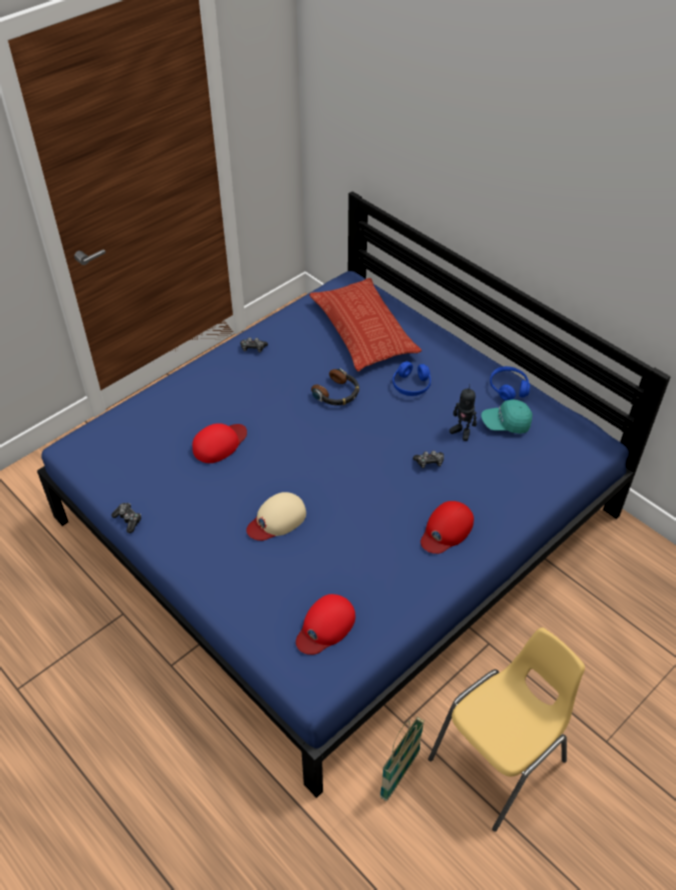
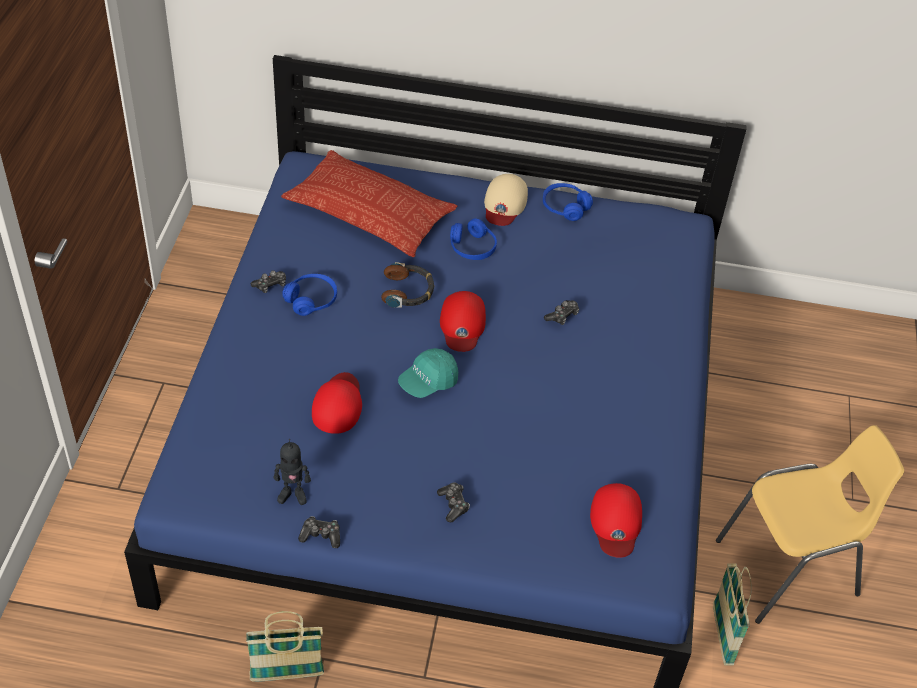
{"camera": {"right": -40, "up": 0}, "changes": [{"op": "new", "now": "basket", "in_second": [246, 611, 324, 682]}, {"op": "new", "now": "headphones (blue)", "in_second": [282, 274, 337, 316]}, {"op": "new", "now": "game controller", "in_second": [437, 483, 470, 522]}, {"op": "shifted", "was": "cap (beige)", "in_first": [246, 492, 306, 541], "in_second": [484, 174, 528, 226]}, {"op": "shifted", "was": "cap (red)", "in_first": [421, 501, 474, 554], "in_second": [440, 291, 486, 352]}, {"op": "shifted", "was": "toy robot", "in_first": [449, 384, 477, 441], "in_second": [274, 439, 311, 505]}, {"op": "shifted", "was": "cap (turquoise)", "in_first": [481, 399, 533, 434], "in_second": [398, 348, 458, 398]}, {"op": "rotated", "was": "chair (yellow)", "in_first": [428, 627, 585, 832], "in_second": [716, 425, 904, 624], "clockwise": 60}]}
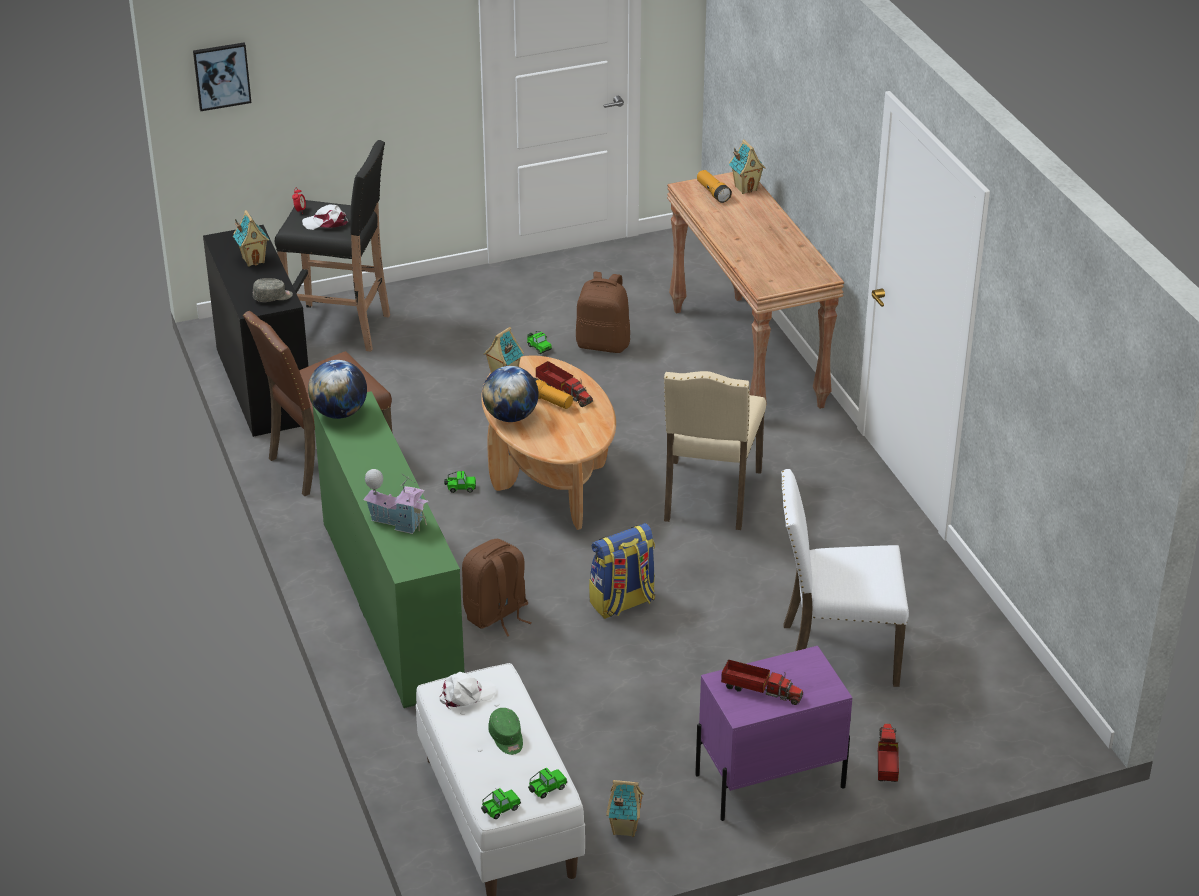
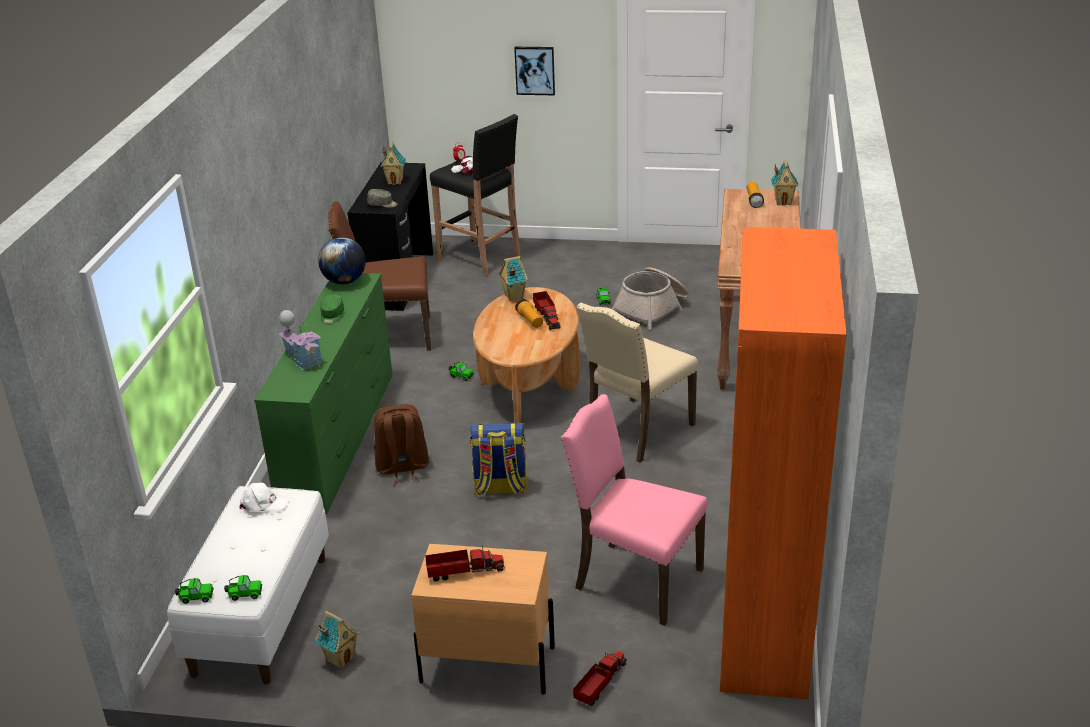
{"camera": {"right": 30, "up": -5}, "changes": [{"op": "gone", "was": "globe", "in_first": [482, 366, 539, 422]}, {"op": "new", "now": "bookcase (orange)", "in_second": [720, 227, 847, 700]}, {"op": "shifted", "was": "picture", "in_first": [193, 43, 251, 111], "in_second": [514, 47, 555, 95]}, {"op": "shifted", "was": "cap (green)", "in_first": [488, 708, 523, 755], "in_second": [320, 294, 344, 325]}, {"op": "swapped", "was": "backpack (brown)", "now": "basket", "in_first": [576, 272, 630, 353], "in_second": [612, 267, 688, 330]}, {"op": "repainted", "was": "nightstand (purple)", "now": "nightstand (beige)", "in_first": [695, 646, 852, 821], "in_second": [411, 544, 555, 694]}, {"op": "repainted", "was": "chair (white)", "now": "chair (pink)", "in_first": [781, 469, 909, 687], "in_second": [560, 394, 708, 626]}, {"op": "rotated", "was": "toy truck", "in_first": [721, 659, 803, 705], "in_second": [425, 546, 505, 582], "clockwise": -60}]}
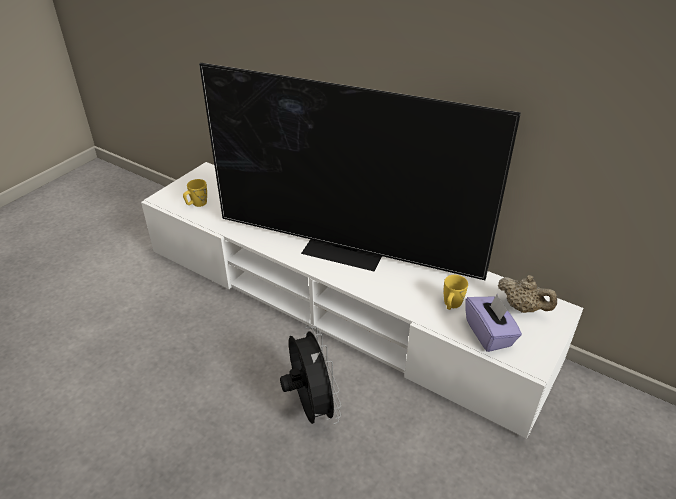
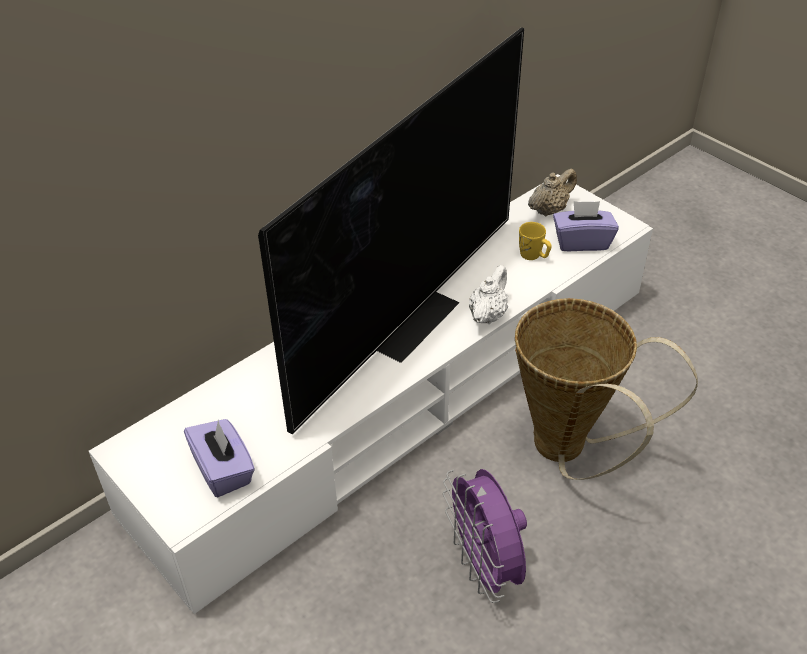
{"camera": {"right": -75, "up": 5}, "changes": [{"op": "new", "now": "fan (purple)", "in_second": [443, 469, 527, 603]}, {"op": "new", "now": "teapot (white)", "in_second": [469, 265, 508, 324]}, {"op": "swapped", "was": "mug (yellow)", "now": "tissue box (purple)", "in_first": [183, 179, 207, 207], "in_second": [184, 419, 255, 497]}, {"op": "swapped", "was": "fan (black)", "now": "basket", "in_first": [280, 326, 341, 424], "in_second": [515, 298, 698, 480]}]}
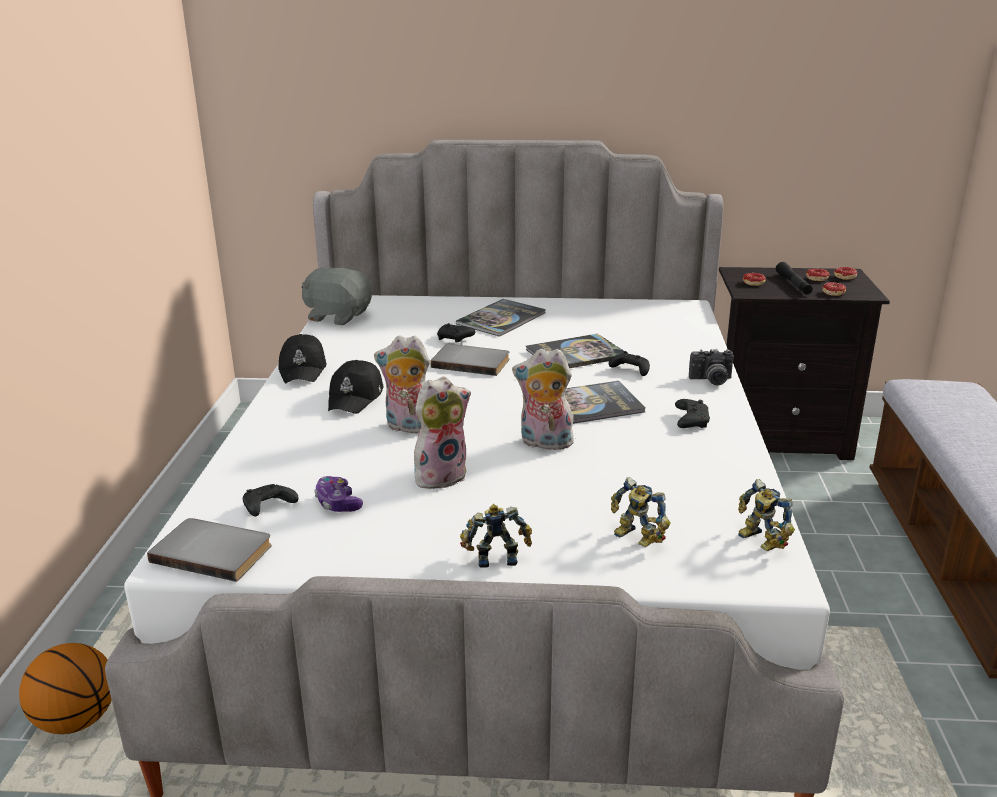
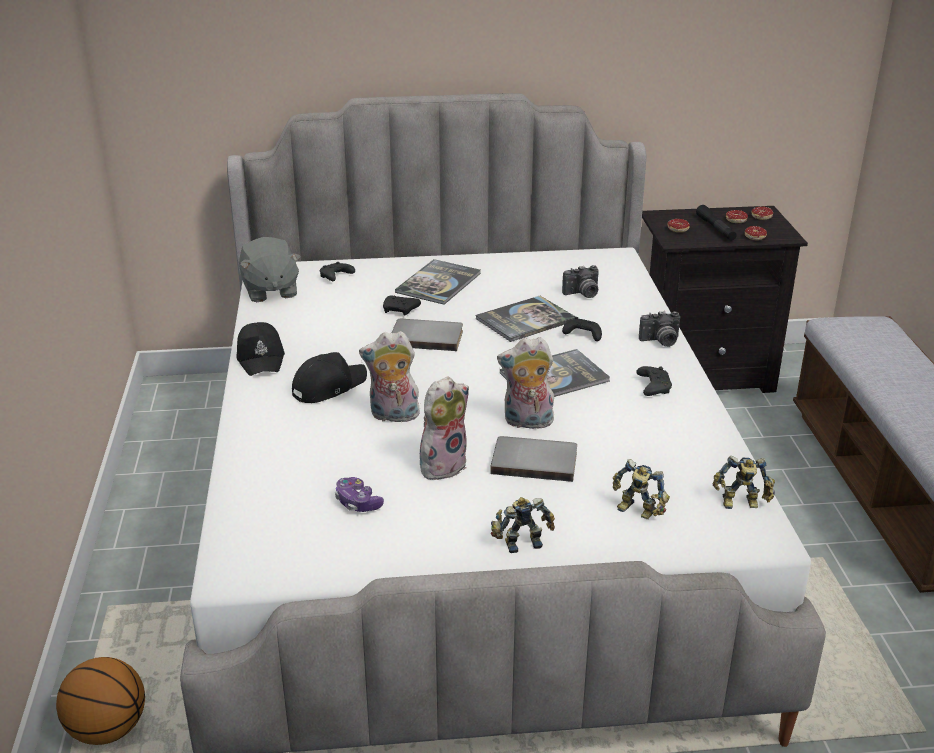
{"camera": {"right": -10, "up": 5}, "changes": [{"op": "new", "now": "photo camera", "in_second": [562, 265, 599, 298]}, {"op": "shifted", "was": "book (grey)", "in_first": [147, 518, 272, 582], "in_second": [490, 436, 577, 482]}, {"op": "shifted", "was": "game controller (black)", "in_first": [243, 484, 299, 516], "in_second": [320, 262, 355, 281]}, {"op": "rotated", "was": "plush toy (grey)", "in_first": [302, 266, 372, 325], "in_second": [239, 237, 301, 302], "clockwise": -120}, {"op": "rotated", "was": "cap (black)", "in_first": [328, 360, 383, 414], "in_second": [292, 352, 367, 403], "clockwise": -135}, {"op": "rotated", "was": "toy robot", "in_first": [738, 479, 795, 551], "in_second": [713, 456, 775, 509], "clockwise": -45}]}
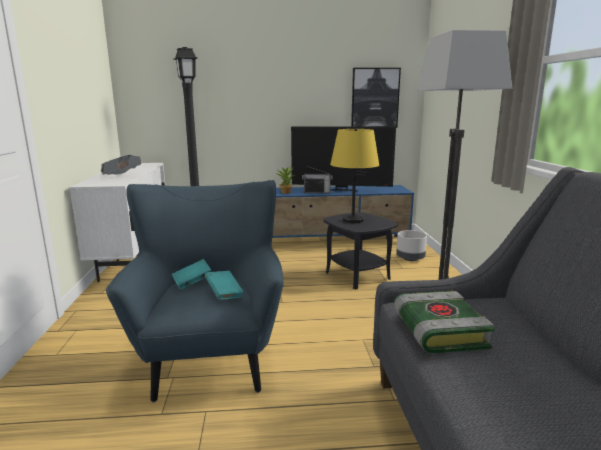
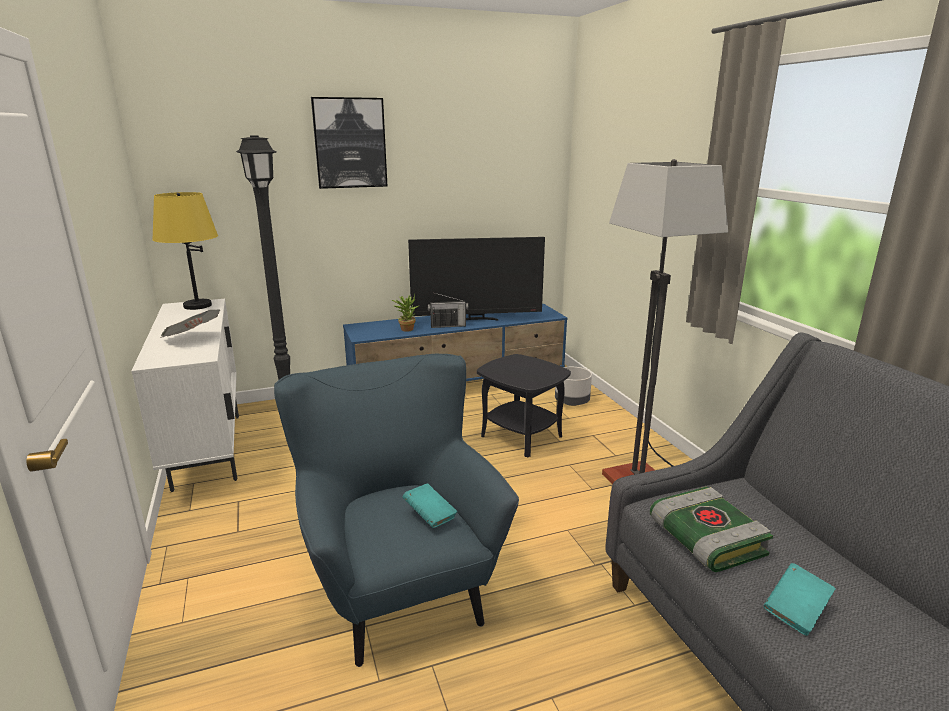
{"camera": {"right": -15, "up": 5}, "changes": [{"op": "shifted", "was": "book (turquoise)", "in_first": [172, 259, 211, 290], "in_second": [764, 563, 836, 636]}, {"op": "shifted", "was": "table lamp (yellow)", "in_first": [330, 128, 379, 223], "in_second": [152, 192, 218, 310]}, {"op": "shifted", "was": "picture", "in_first": [351, 68, 401, 128], "in_second": [311, 97, 387, 189]}]}
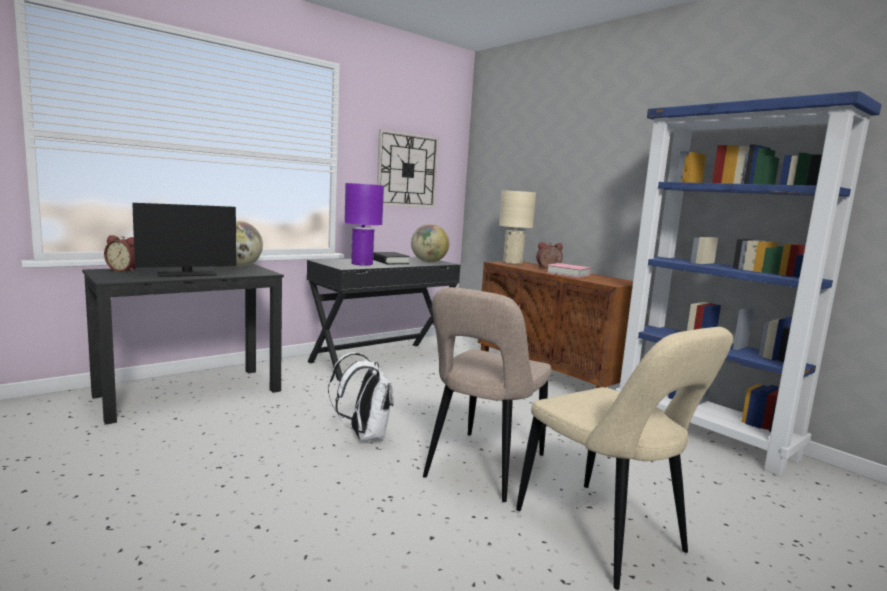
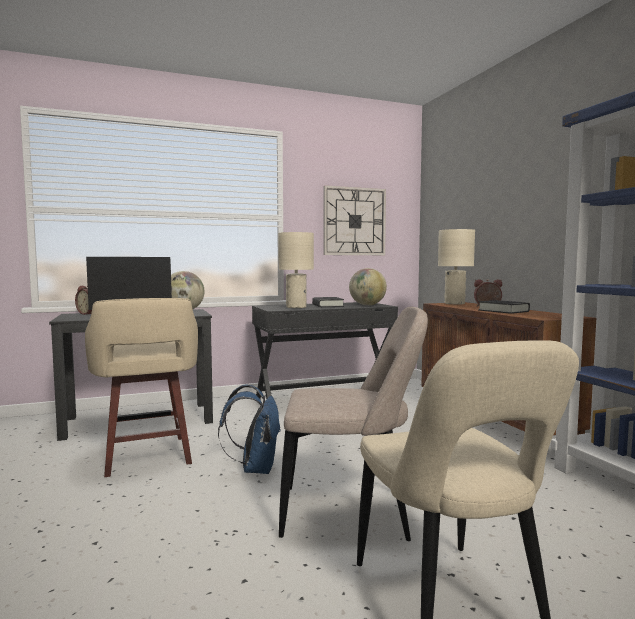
{"camera": {"right": 20, "up": -5}, "changes": [{"op": "new", "now": "stool (beige)", "in_second": [85, 298, 198, 477]}, {"op": "repainted", "was": "backpack (white)", "now": "backpack (blue)", "in_first": [328, 352, 394, 441], "in_second": [218, 384, 281, 474]}, {"op": "repainted", "was": "table lamp (purple)", "now": "table lamp (beige)", "in_first": [344, 183, 384, 266], "in_second": [278, 232, 314, 308]}, {"op": "repainted", "was": "book (pink)", "now": "book (black)", "in_first": [547, 263, 591, 278], "in_second": [478, 300, 530, 314]}, {"op": "rotated", "was": "chair (beige)", "in_first": [423, 287, 551, 502], "in_second": [279, 307, 428, 541], "clockwise": -135}]}
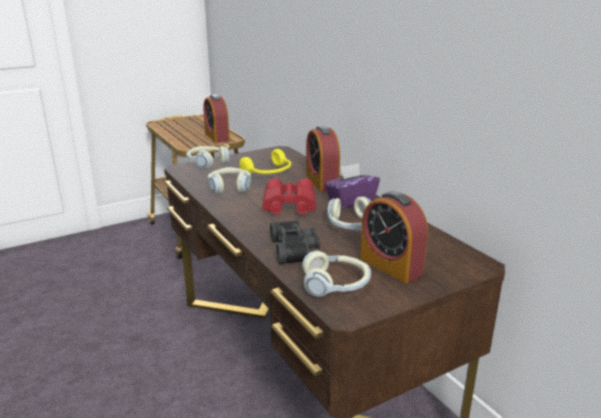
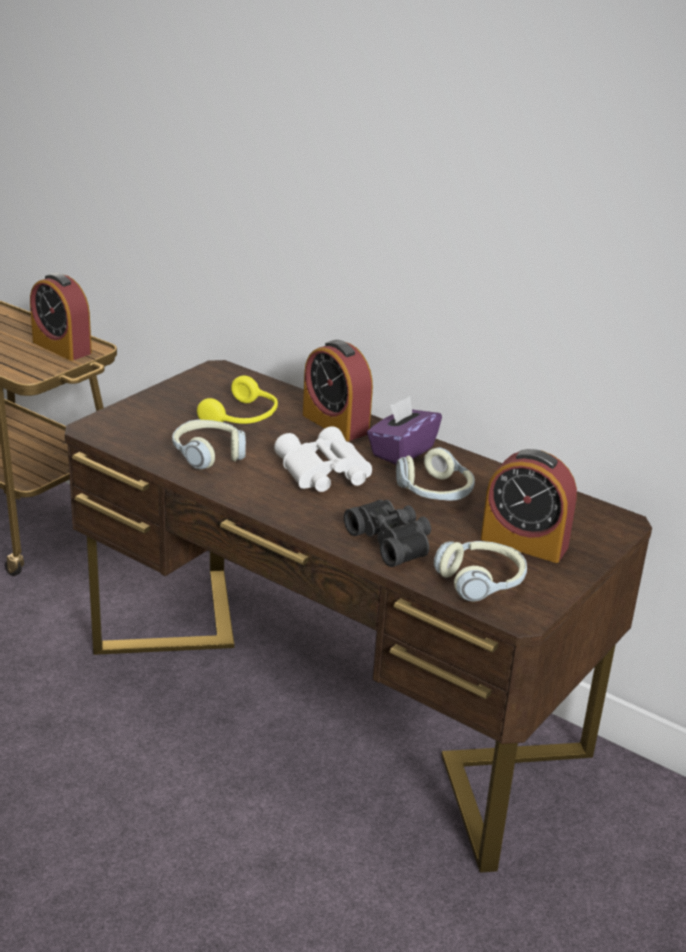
{"camera": {"right": -25, "up": 5}, "changes": [{"op": "gone", "was": "headphones", "in_first": [187, 146, 229, 169]}, {"op": "repainted", "was": "binoculars (red)", "now": "binoculars (white)", "in_first": [262, 178, 316, 215], "in_second": [274, 426, 372, 492]}]}
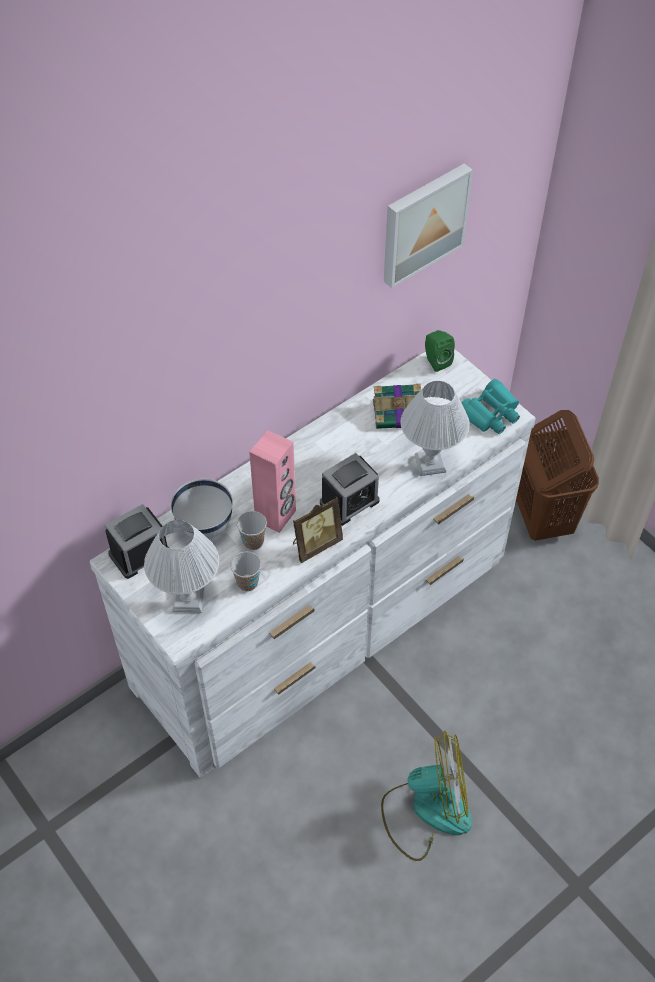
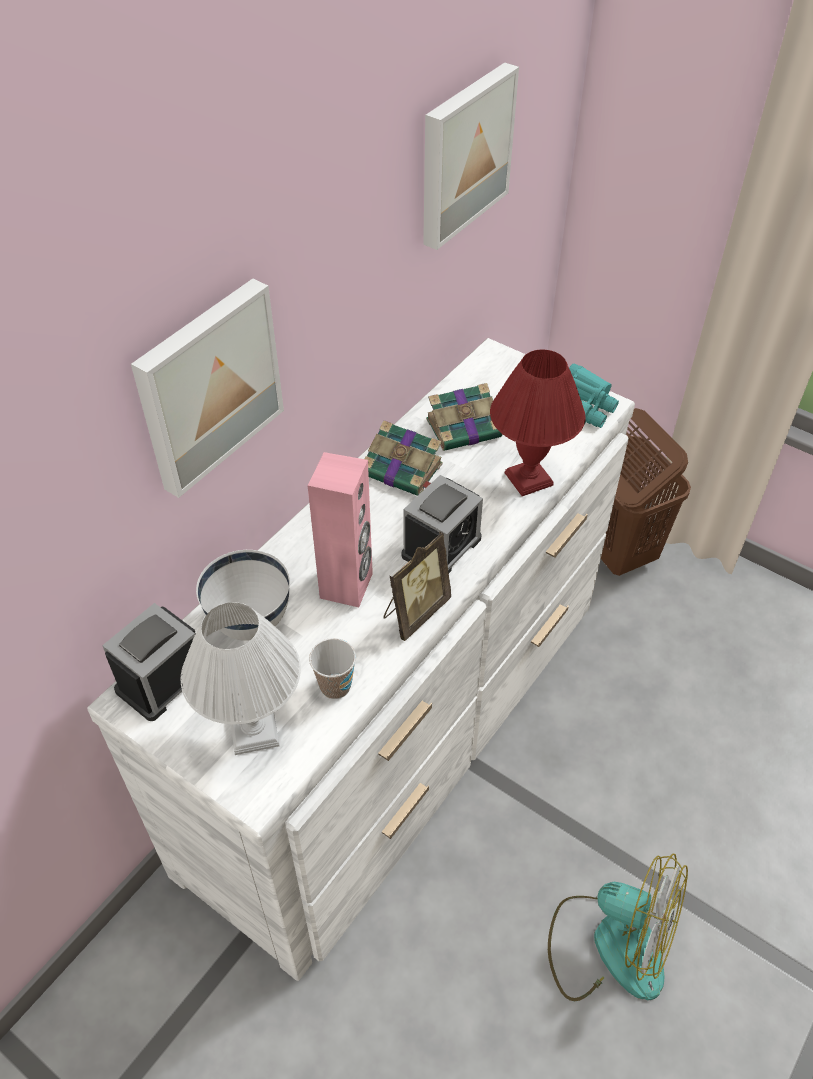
{"camera": {"right": -15, "up": -5}, "changes": [{"op": "gone", "was": "cup", "in_first": [237, 511, 267, 550]}, {"op": "gone", "was": "speaker (green)", "in_first": [425, 330, 455, 372]}, {"op": "new", "now": "picture", "in_second": [131, 279, 284, 498]}, {"op": "new", "now": "book", "in_second": [365, 420, 443, 496]}, {"op": "repainted", "was": "table lamp (white)", "now": "table lamp (red)", "in_first": [401, 381, 470, 476], "in_second": [490, 349, 586, 496]}, {"op": "rotated", "was": "fan", "in_first": [381, 731, 472, 861], "in_second": [548, 853, 688, 1001], "clockwise": 45}]}
